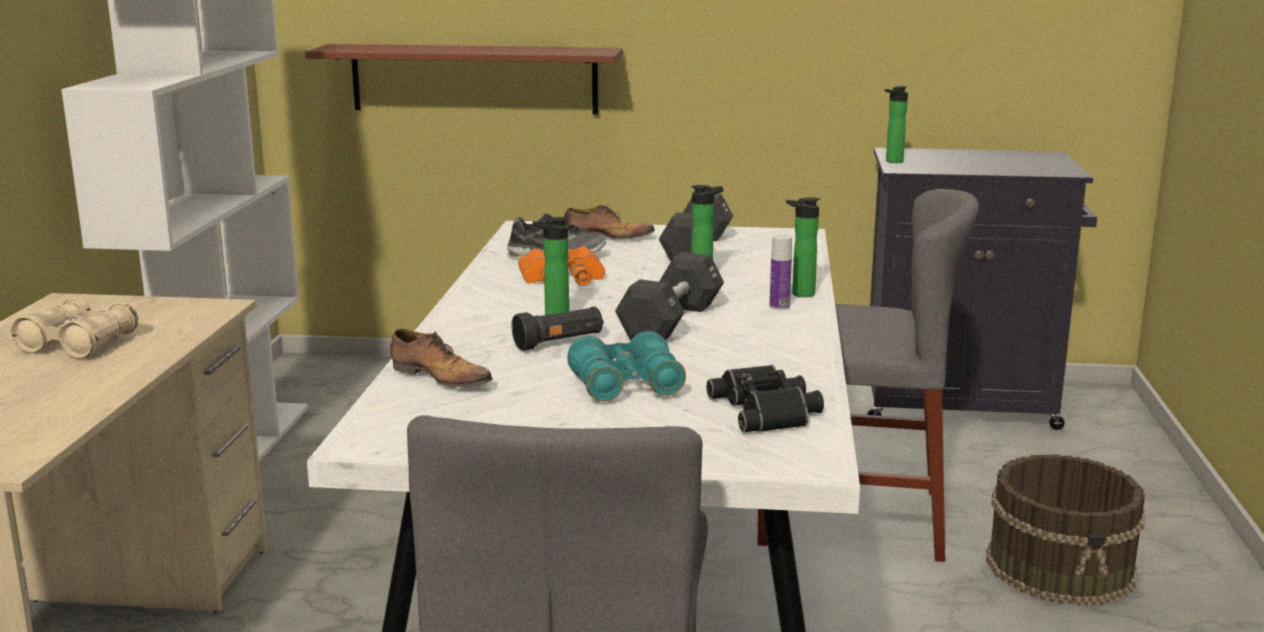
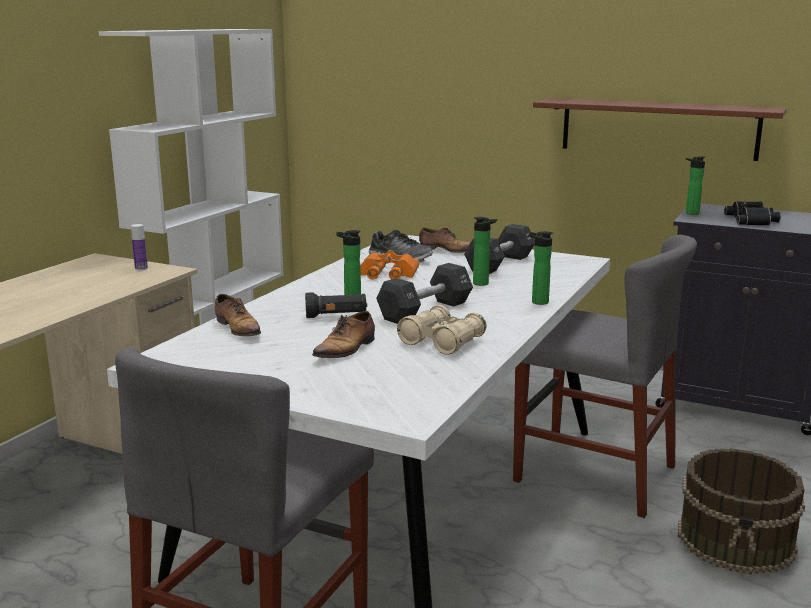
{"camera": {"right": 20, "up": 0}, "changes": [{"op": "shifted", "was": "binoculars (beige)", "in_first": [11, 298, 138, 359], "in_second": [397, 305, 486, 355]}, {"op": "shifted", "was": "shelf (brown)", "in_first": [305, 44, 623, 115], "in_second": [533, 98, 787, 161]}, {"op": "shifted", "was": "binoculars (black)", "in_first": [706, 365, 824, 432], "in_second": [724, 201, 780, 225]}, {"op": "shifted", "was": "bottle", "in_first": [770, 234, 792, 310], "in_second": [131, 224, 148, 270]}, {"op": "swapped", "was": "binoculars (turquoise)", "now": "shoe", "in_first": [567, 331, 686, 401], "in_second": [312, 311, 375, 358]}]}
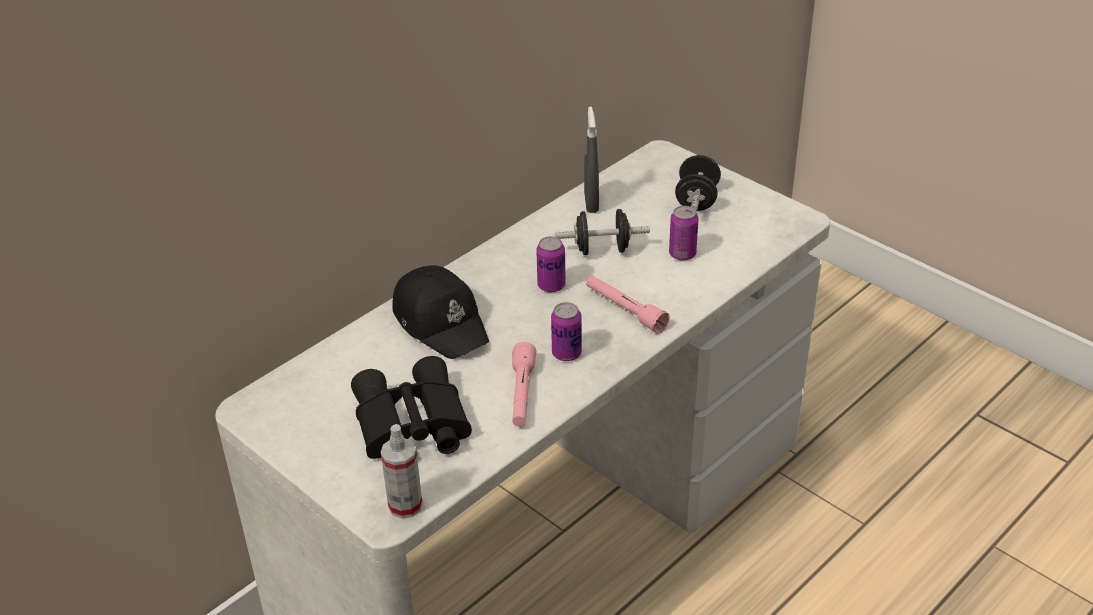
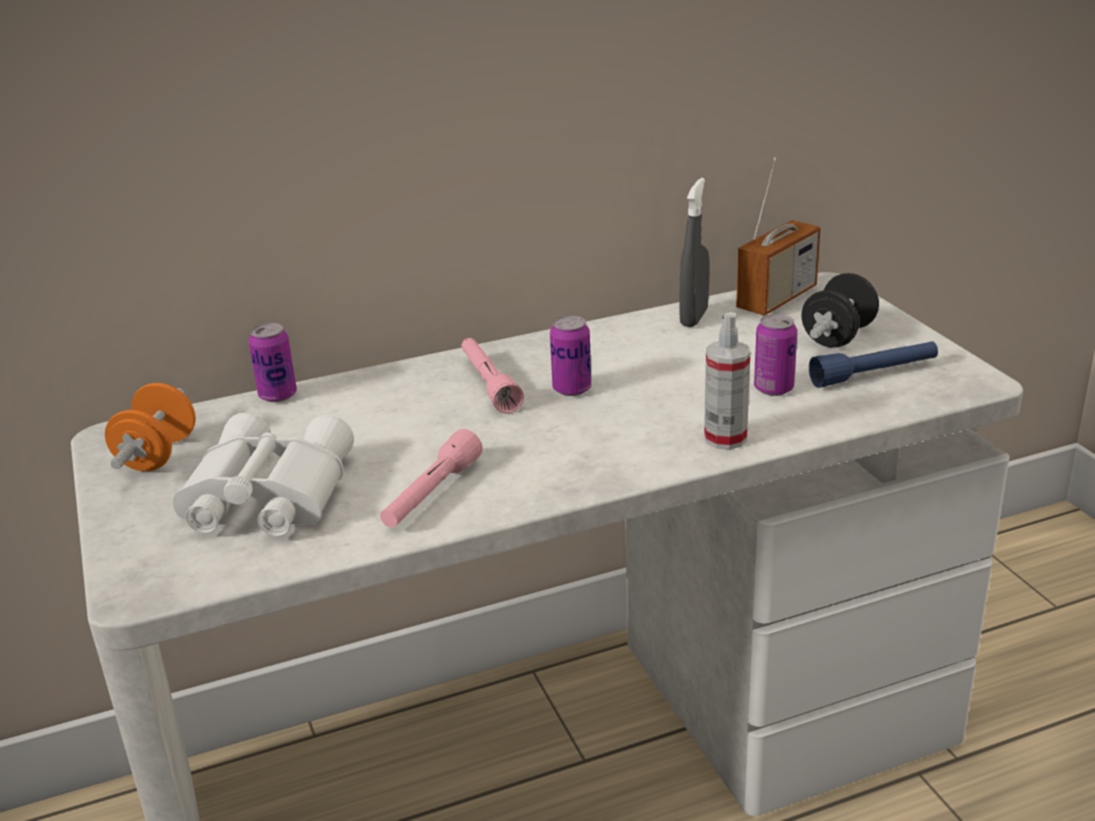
{"camera": {"right": 25, "up": -10}, "changes": [{"op": "gone", "was": "cap (black)", "in_first": [393, 265, 489, 359]}, {"op": "gone", "was": "dumbbell (black)", "in_first": [555, 209, 650, 255]}, {"op": "new", "now": "dumbbell (orange)", "in_second": [105, 383, 196, 471]}, {"op": "new", "now": "radio", "in_second": [736, 157, 821, 316]}, {"op": "new", "now": "flashlight (blue)", "in_second": [809, 341, 938, 388]}, {"op": "shifted", "was": "spray bottle", "in_first": [381, 424, 422, 519], "in_second": [704, 312, 751, 450]}, {"op": "shifted", "was": "can", "in_first": [551, 302, 582, 361], "in_second": [249, 323, 297, 402]}, {"op": "shifted", "was": "flashlight (pink)", "in_first": [586, 276, 670, 333], "in_second": [461, 338, 524, 413]}, {"op": "repainted", "was": "binoculars (black)", "now": "binoculars (white)", "in_first": [351, 356, 472, 459], "in_second": [173, 413, 354, 536]}]}
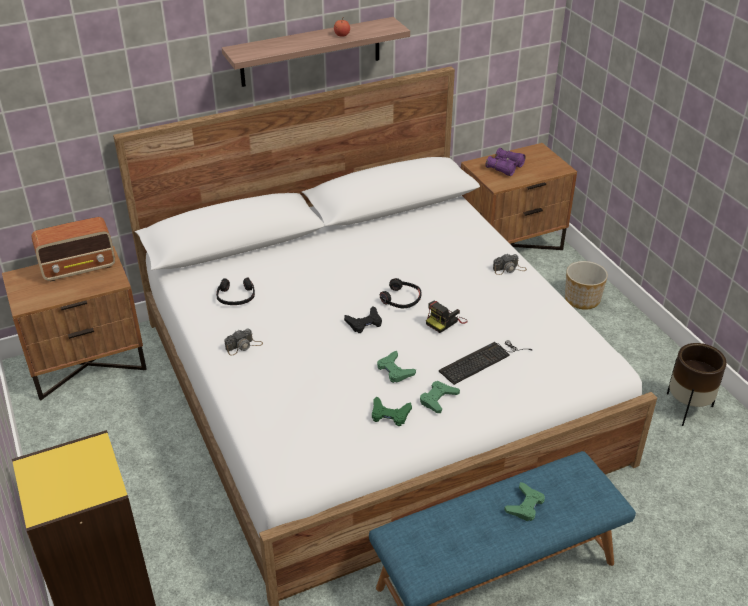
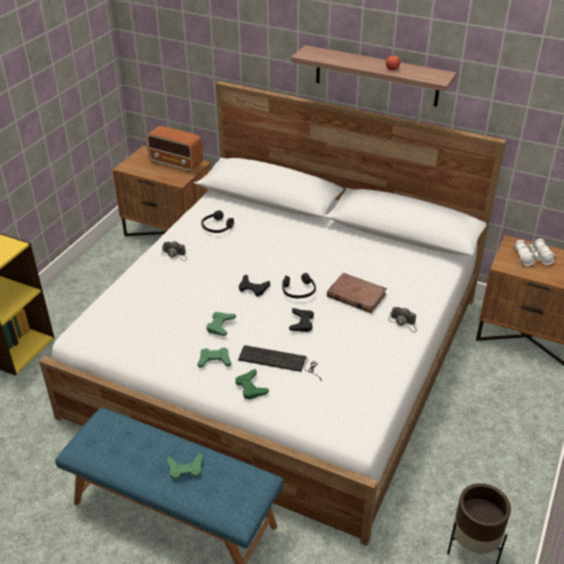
{"camera": {"right": 50, "up": 0}, "changes": [{"op": "gone", "was": "planter", "in_first": [565, 261, 608, 310]}, {"op": "new", "now": "book (brown)", "in_second": [327, 273, 387, 313]}, {"op": "shifted", "was": "game controller (green)", "in_first": [372, 396, 412, 426], "in_second": [235, 369, 269, 400]}, {"op": "swapped", "was": "photo camera", "now": "game controller (black)", "in_first": [426, 300, 468, 333], "in_second": [289, 308, 314, 332]}, {"op": "repainted", "was": "binoculars (purple)", "now": "binoculars (white)", "in_first": [485, 148, 526, 176], "in_second": [514, 239, 556, 266]}]}
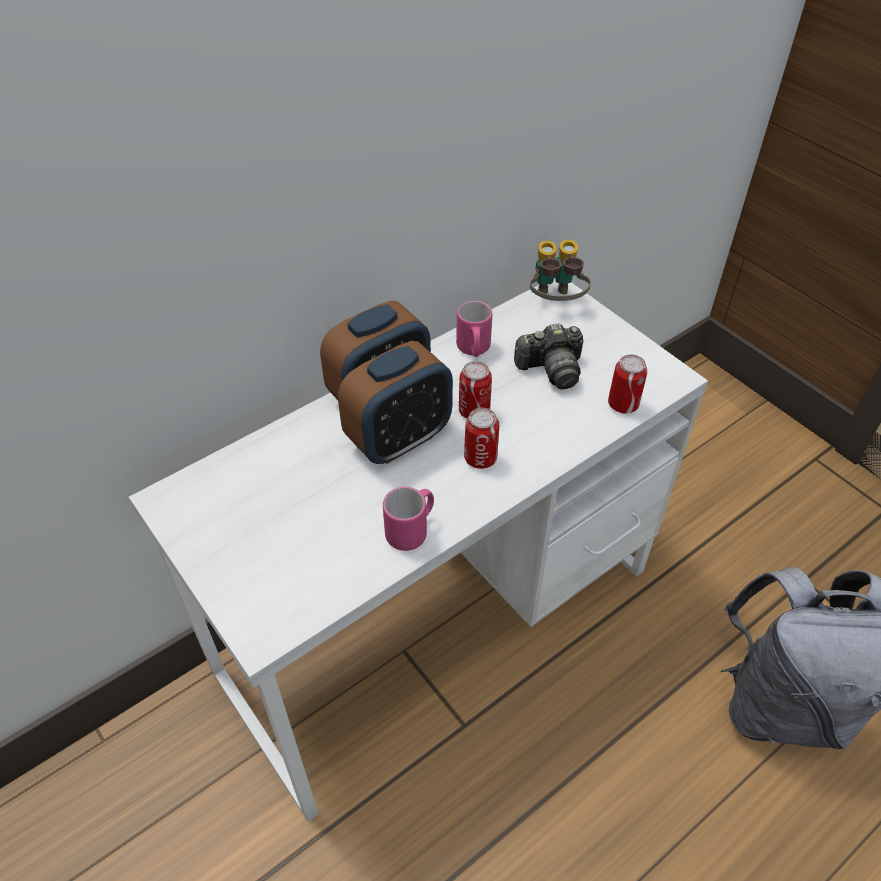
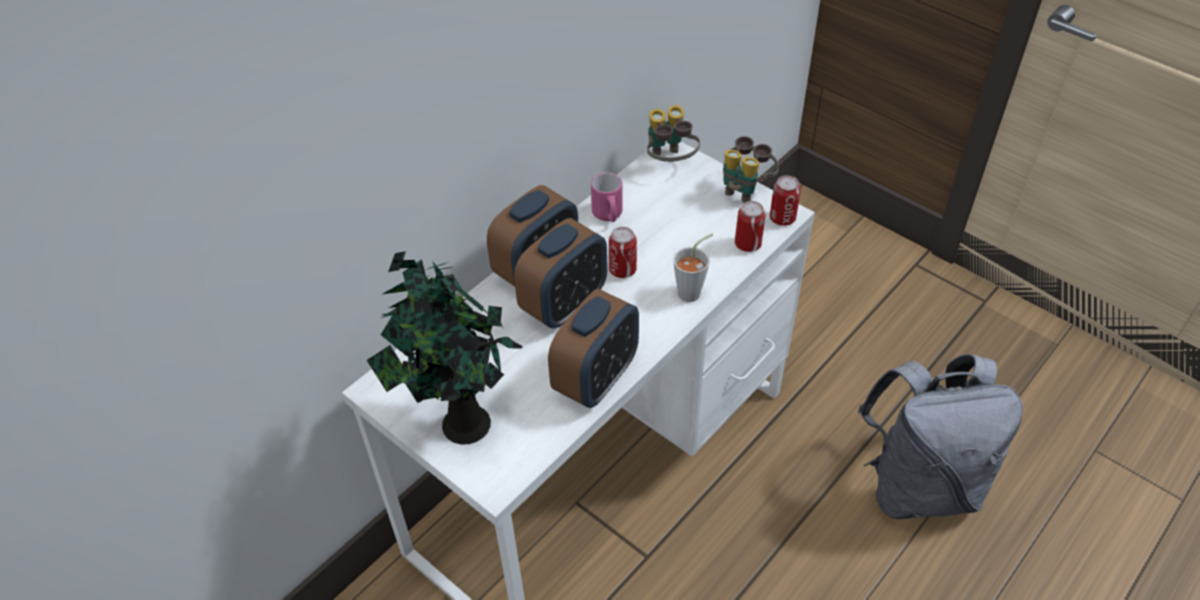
{"camera": {"right": -10, "up": 0}, "changes": [{"op": "gone", "was": "photo camera", "in_first": [514, 323, 583, 389]}, {"op": "new", "now": "potted plant", "in_second": [367, 251, 523, 445]}, {"op": "new", "now": "cup (grey)", "in_second": [673, 233, 713, 302]}, {"op": "new", "now": "binoculars", "in_second": [723, 136, 779, 203]}, {"op": "shifted", "was": "can", "in_first": [464, 408, 499, 469], "in_second": [770, 175, 801, 226]}, {"op": "swapped", "was": "mug (pink)", "now": "alarm clock", "in_first": [383, 487, 434, 551], "in_second": [548, 289, 639, 408]}]}
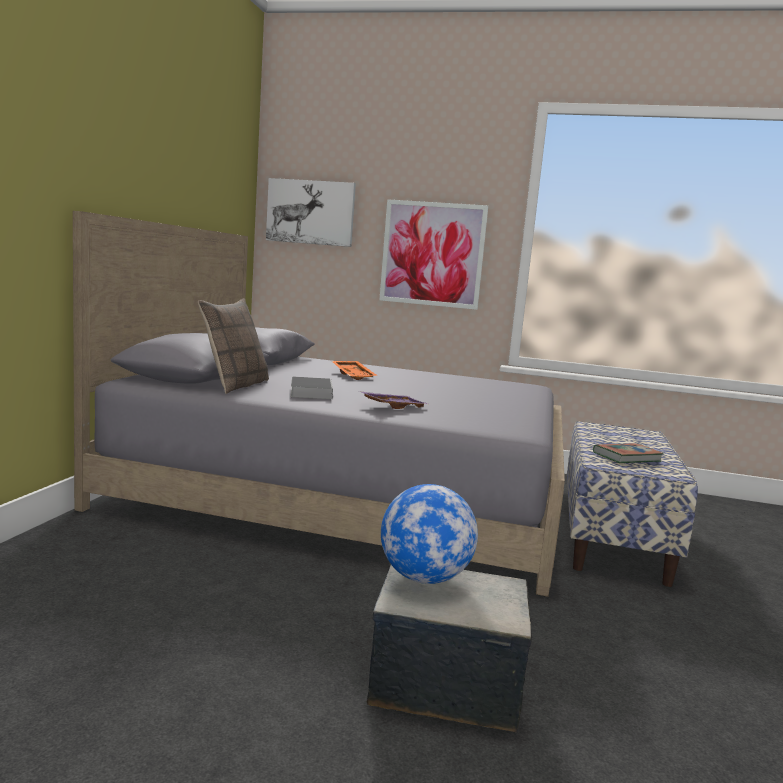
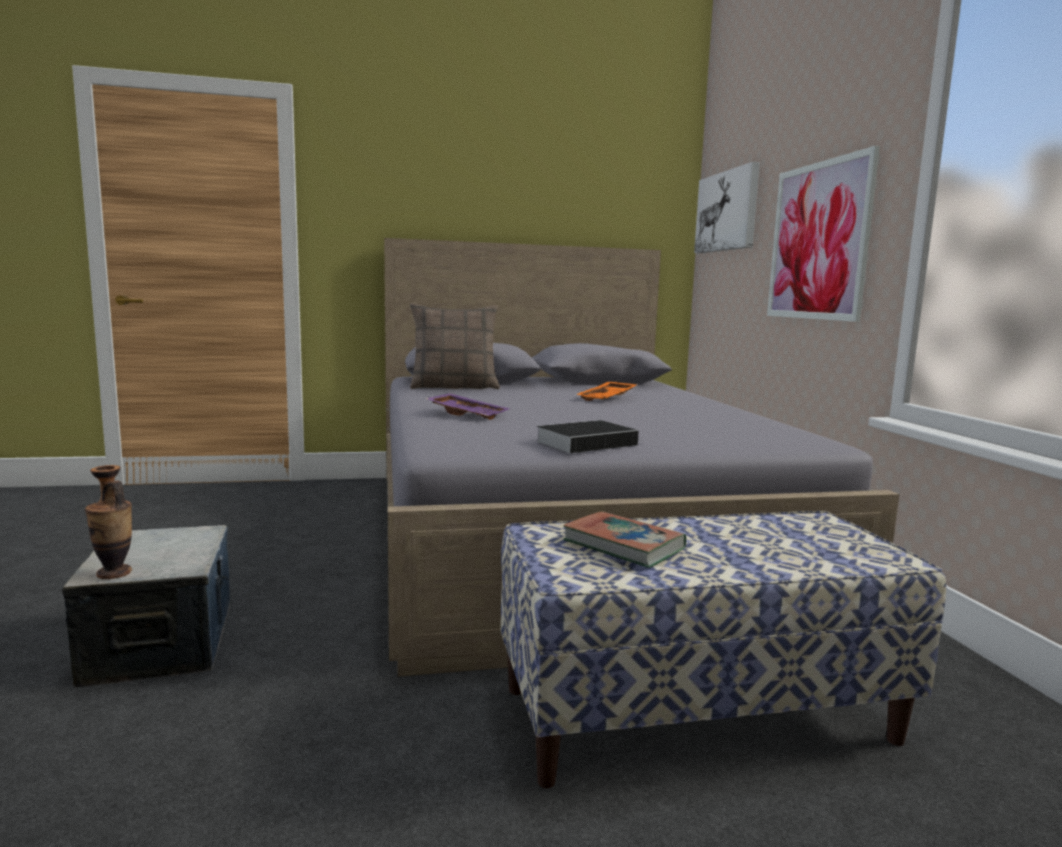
{"camera": {"right": 65, "up": 0}, "changes": [{"op": "gone", "was": "globe", "in_first": [381, 484, 478, 584]}, {"op": "new", "now": "vase", "in_second": [85, 465, 132, 579]}, {"op": "shifted", "was": "book", "in_first": [290, 376, 333, 399], "in_second": [536, 420, 639, 453]}]}
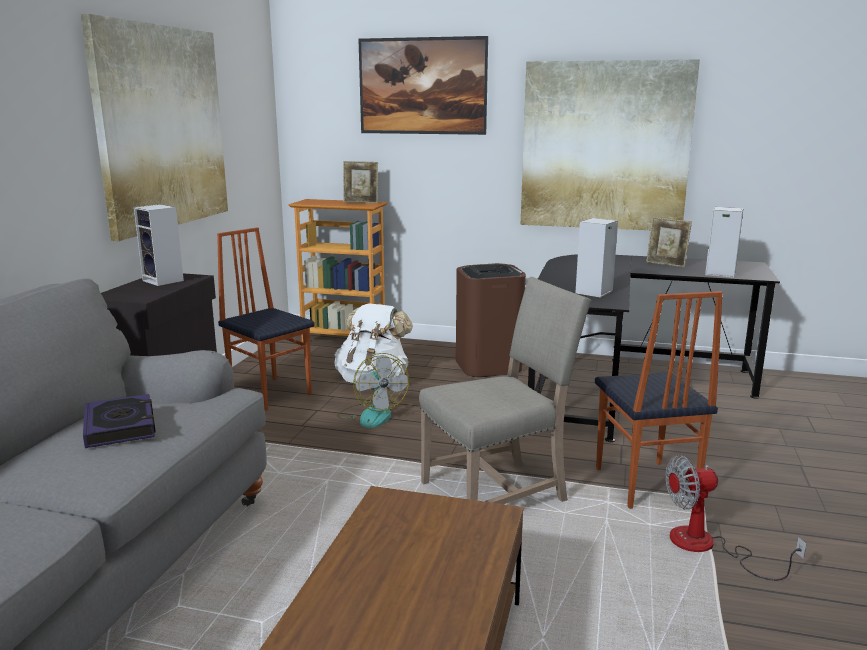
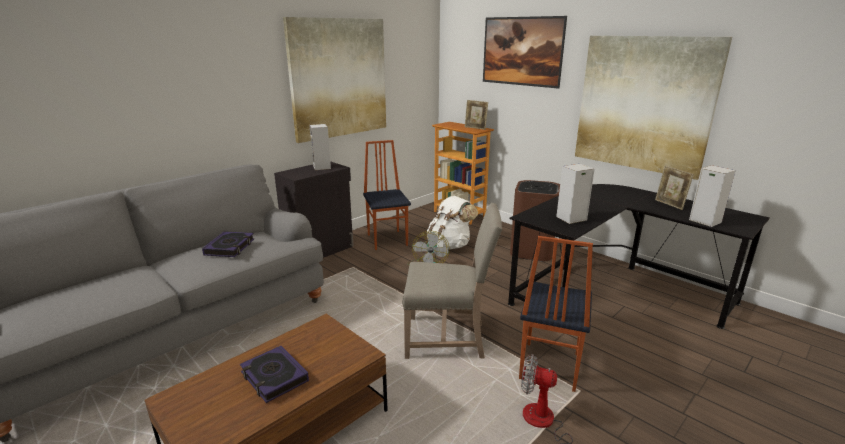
{"camera": {"right": 30, "up": 5}, "changes": [{"op": "new", "now": "book", "in_second": [240, 346, 309, 403]}]}
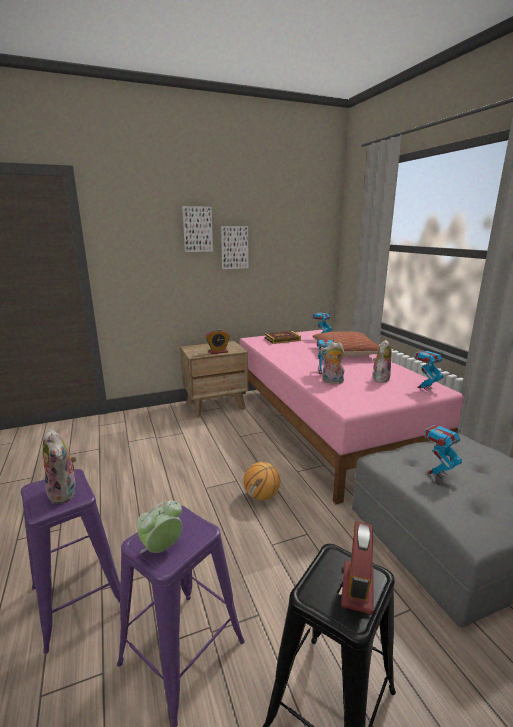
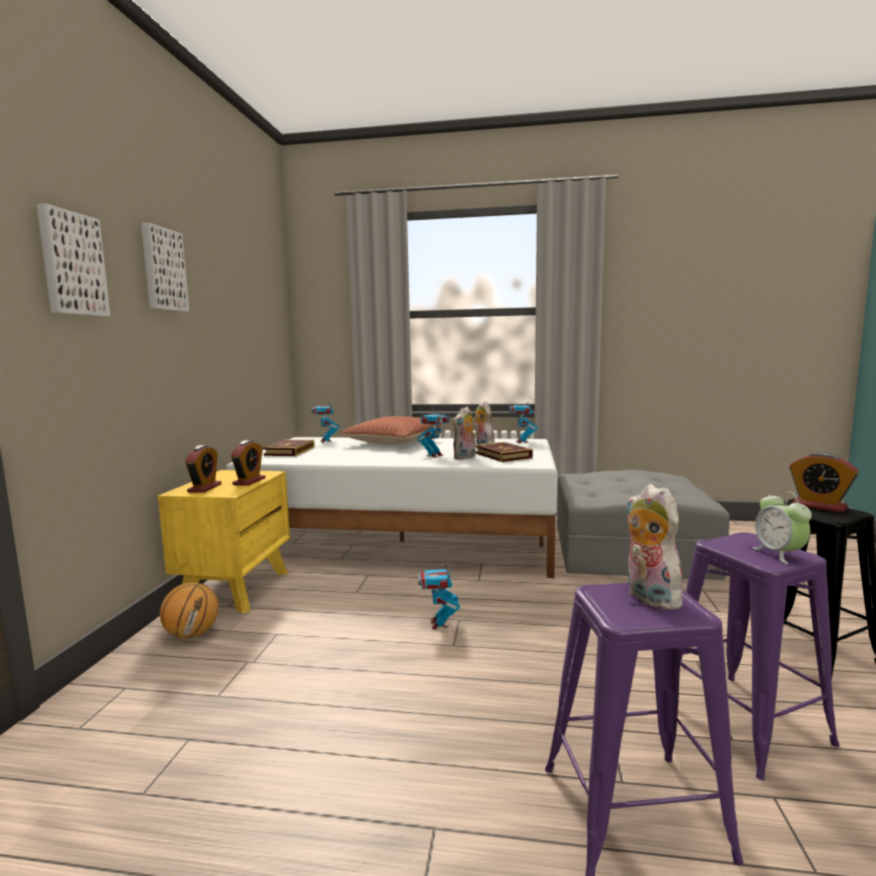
{"camera": {"right": -60, "up": -10}, "changes": [{"op": "new", "now": "alarm clock", "in_second": [185, 445, 222, 492]}, {"op": "new", "now": "book", "in_second": [476, 442, 533, 462]}, {"op": "shifted", "was": "picture", "in_first": [221, 226, 249, 269], "in_second": [37, 203, 110, 317]}, {"op": "shifted", "was": "basketball", "in_first": [243, 462, 280, 500], "in_second": [160, 582, 219, 638]}, {"op": "shifted", "was": "toy robot", "in_first": [424, 425, 465, 479], "in_second": [418, 557, 460, 630]}, {"op": "repainted", "was": "nightstand (brown)", "now": "nightstand (yellow)", "in_first": [180, 341, 248, 418], "in_second": [158, 470, 290, 614]}, {"op": "repainted", "was": "bed (pink)", "now": "bed (white)", "in_first": [240, 330, 464, 504], "in_second": [226, 437, 558, 578]}, {"op": "rotated", "was": "plush toy", "in_first": [43, 429, 77, 504], "in_second": [626, 484, 683, 610], "clockwise": -105}]}
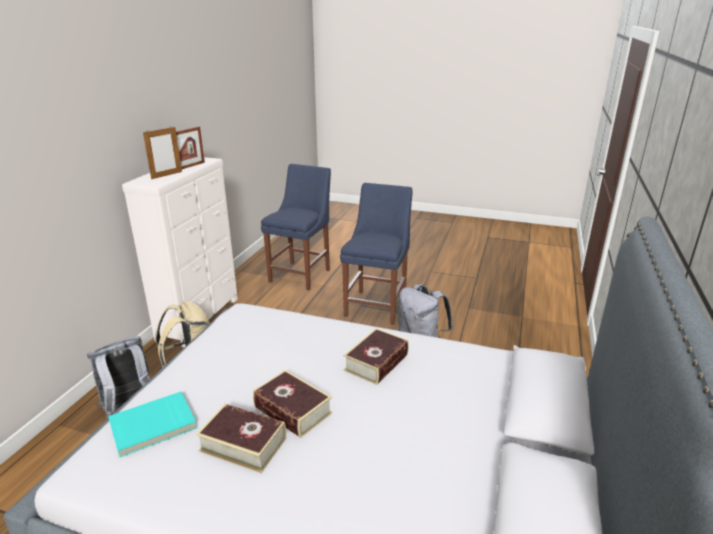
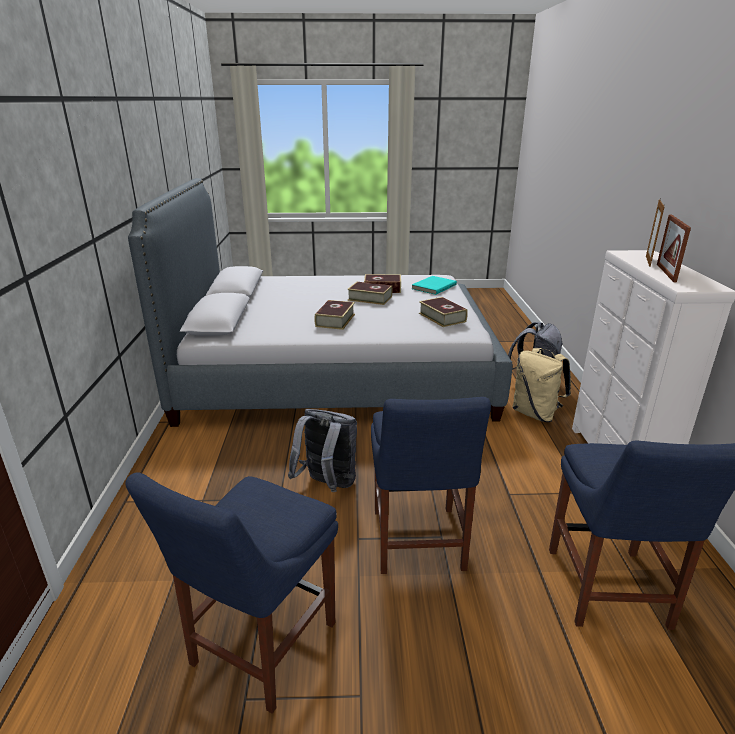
{"camera": {"right": 160, "up": 0}, "changes": [{"op": "new", "now": "chair (blue)", "in_second": [125, 472, 338, 714]}, {"op": "new", "now": "book", "in_second": [419, 297, 468, 327]}]}
